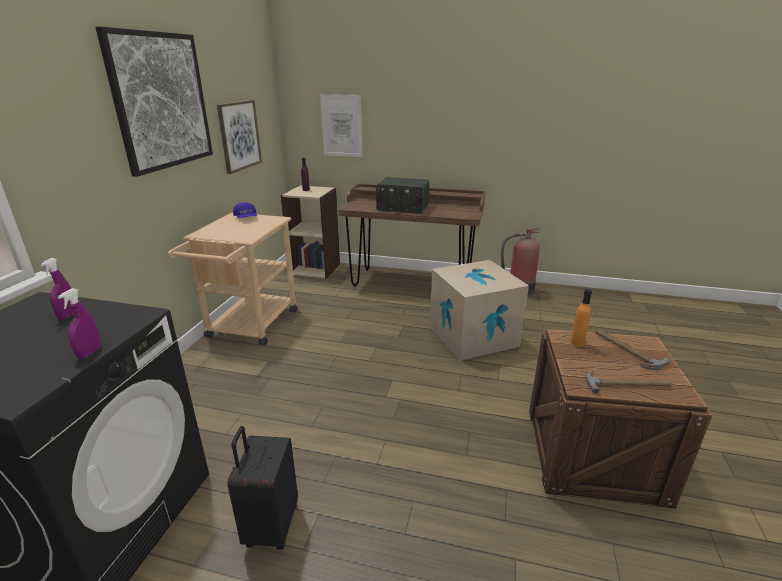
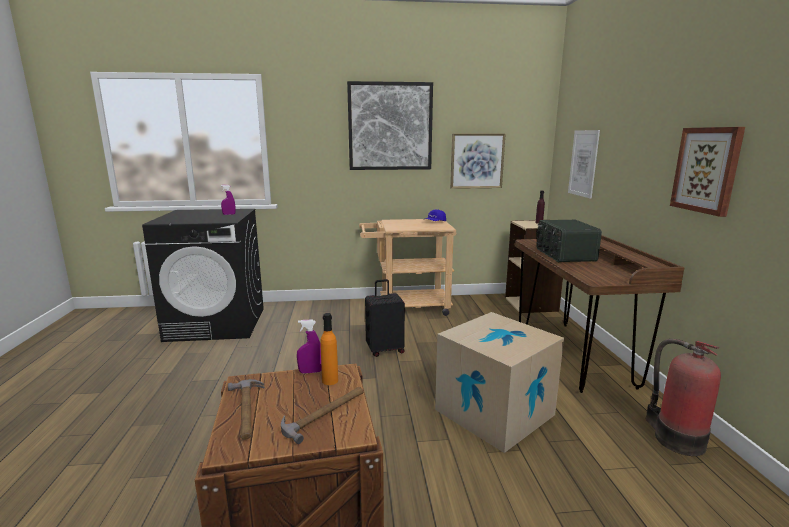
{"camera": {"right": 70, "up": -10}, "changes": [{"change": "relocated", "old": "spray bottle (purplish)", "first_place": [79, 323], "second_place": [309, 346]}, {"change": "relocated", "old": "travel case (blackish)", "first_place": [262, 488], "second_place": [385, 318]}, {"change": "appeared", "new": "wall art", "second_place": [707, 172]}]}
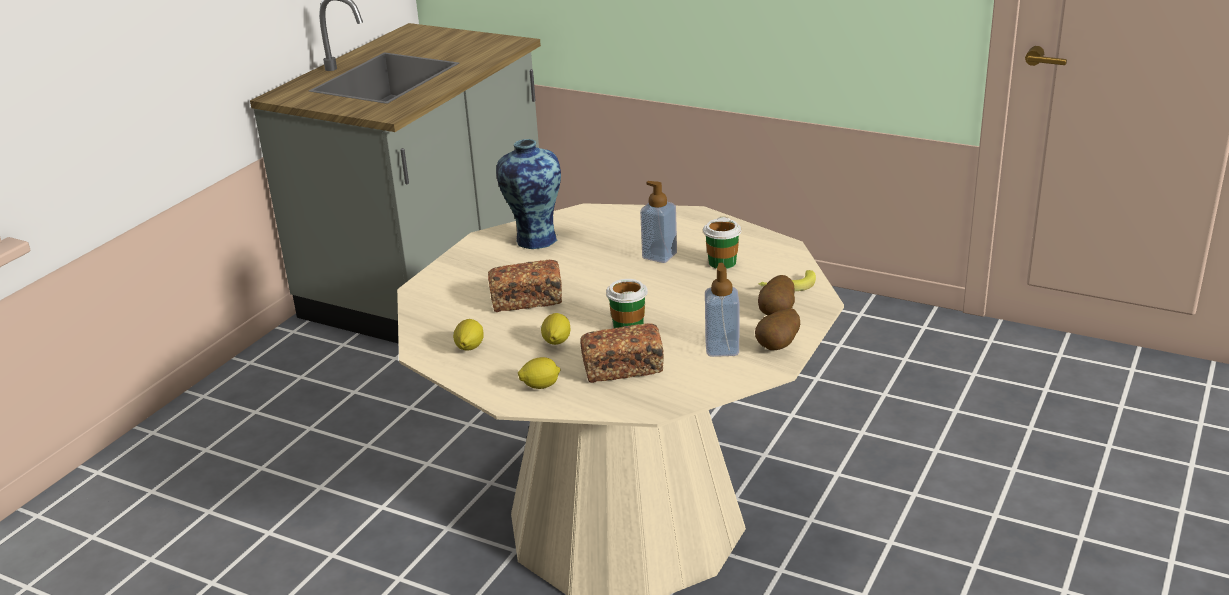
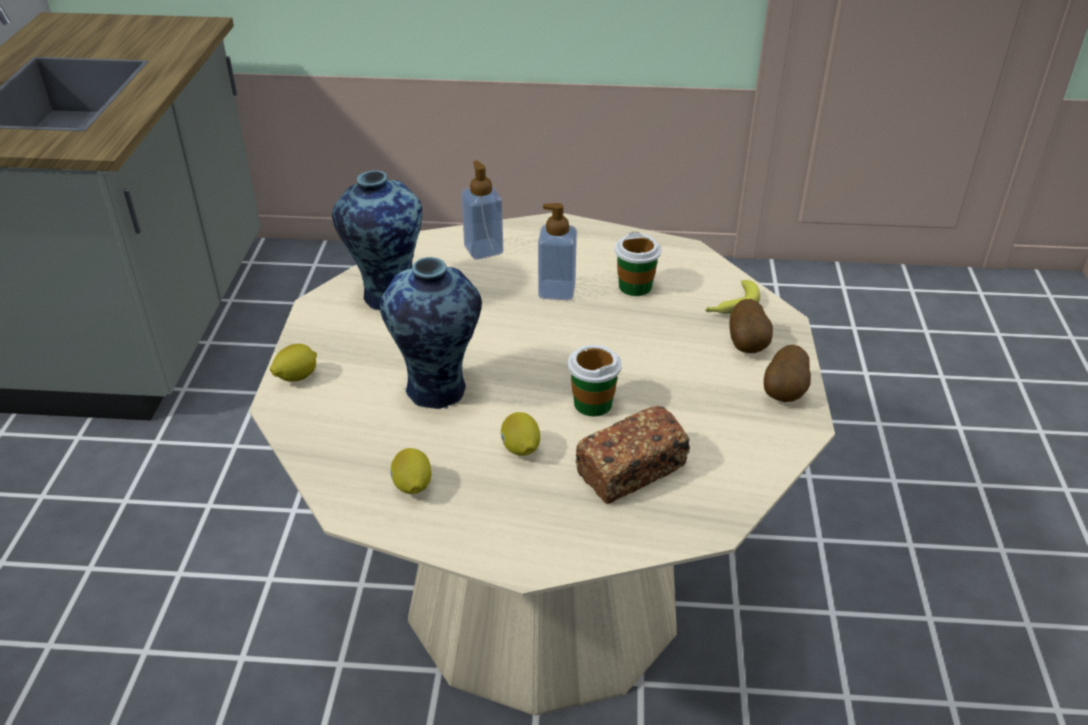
{"camera": {"right": -25, "up": 10}, "changes": [{"change": "exchanged", "old": "bread", "new": "vase", "first_place": [525, 286], "second_place": [431, 333]}, {"change": "relocated", "old": "lemon", "first_place": [539, 373], "second_place": [293, 363]}, {"change": "relocated", "old": "soap bottle", "first_place": [722, 310], "second_place": [482, 210]}]}
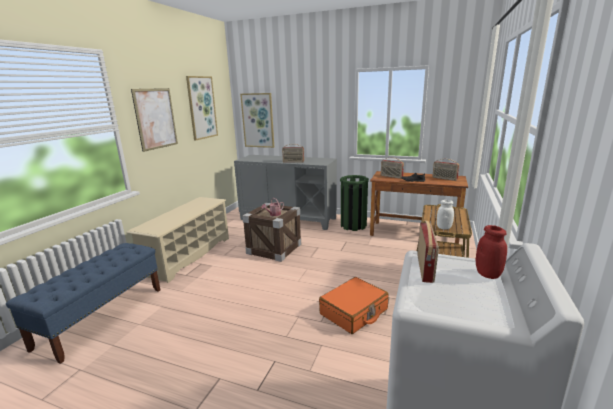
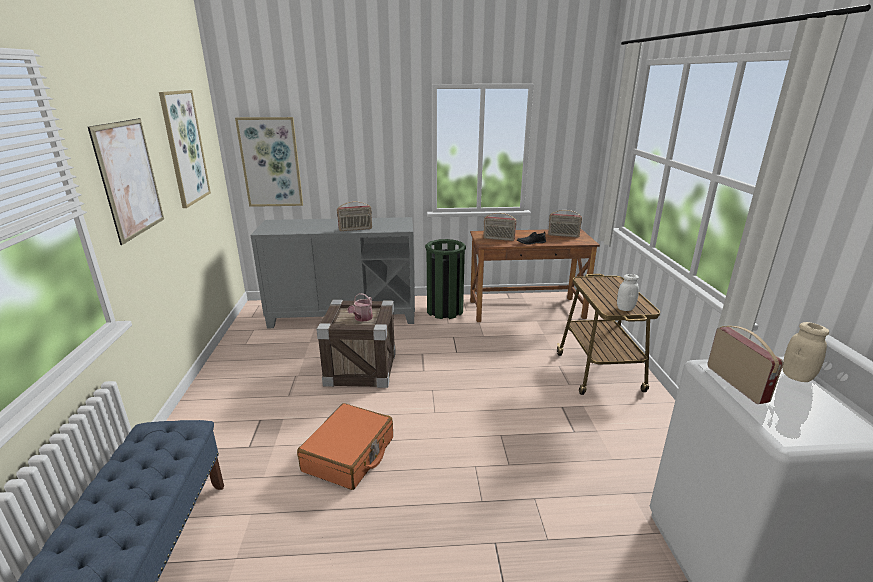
{"camera": {"right": -25, "up": 5}, "changes": [{"change": "missing", "old": "shoe stand (beige)", "first_place": [178, 240]}, {"change": "relocated", "old": "travel case (orange)", "first_place": [354, 305], "second_place": [345, 446]}, {"change": "colour", "old": "jar (red-coloured)", "new": "jar (beige)", "first_place": [491, 252], "second_place": [805, 352]}]}
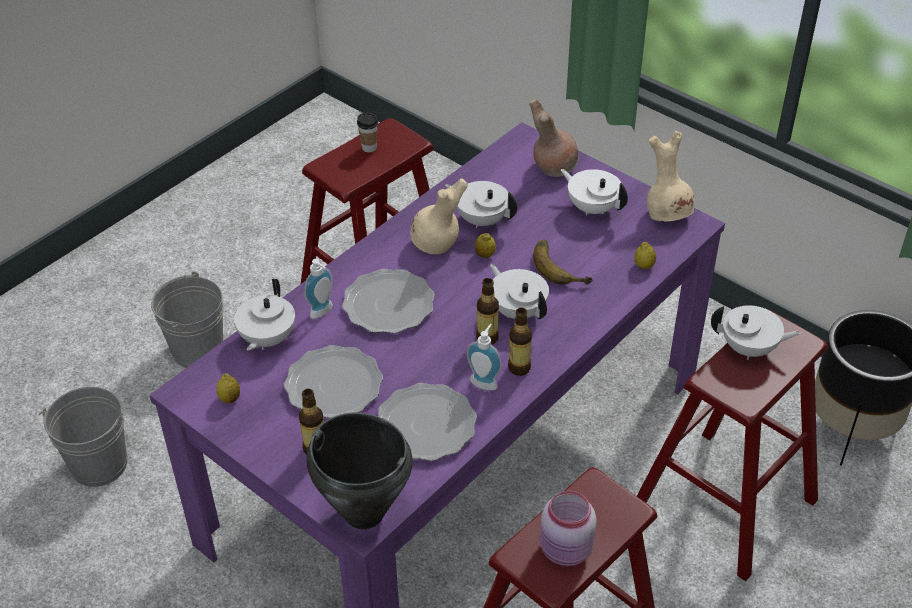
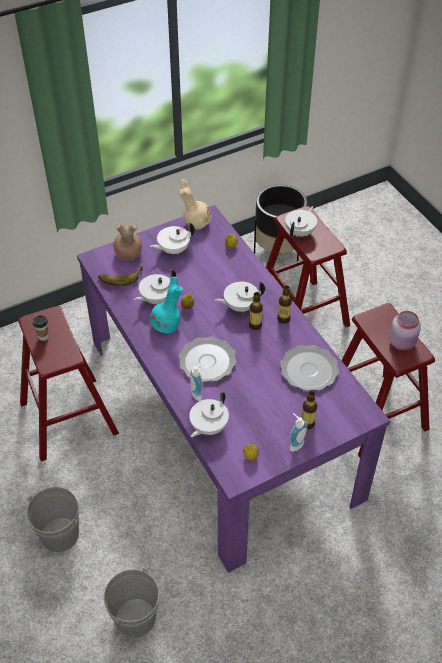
{"camera": {"right": -70, "up": 5}, "changes": [{"change": "spun", "old": "pot for tea (whitish)", "first_place": [264, 314], "second_place": [209, 414], "degrees": 90}, {"change": "missing", "old": "flat dish", "first_place": [333, 381]}, {"change": "missing", "old": "stockpot (blackish)", "first_place": [360, 471]}, {"change": "colour", "old": "vase (beige)", "new": "vase (blue-green)", "first_place": [439, 216], "second_place": [166, 305]}, {"change": "relocated", "old": "soap bottle", "first_place": [484, 357], "second_place": [299, 432]}, {"change": "relocated", "old": "banana", "first_place": [563, 262], "second_place": [120, 276]}]}
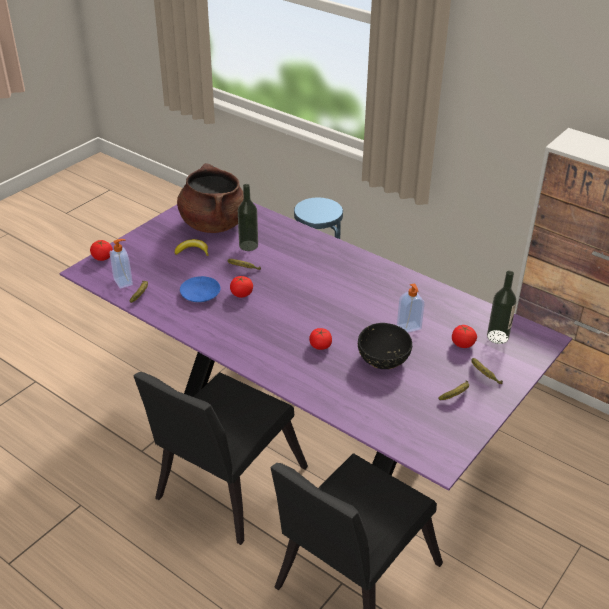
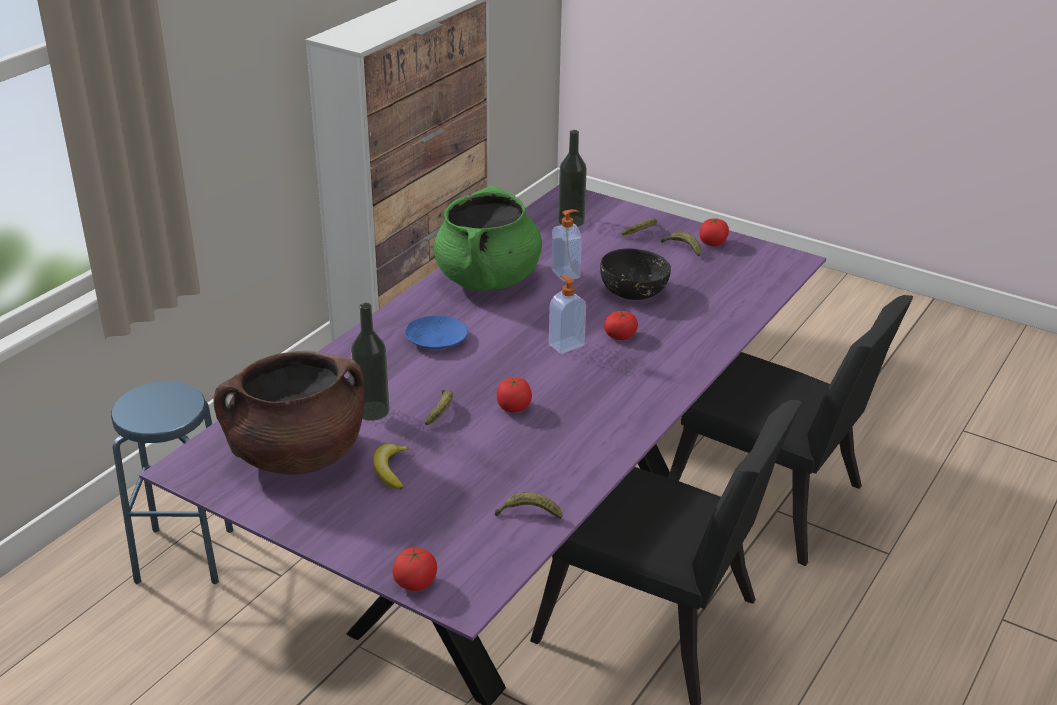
{"camera": {"right": -95, "up": -5}, "changes": [{"change": "relocated", "old": "soap bottle", "first_place": [121, 264], "second_place": [567, 314]}, {"change": "relocated", "old": "flat dish (bluish)", "first_place": [200, 289], "second_place": [436, 332]}, {"change": "relocated", "old": "whole tomato", "first_place": [464, 336], "second_place": [714, 232]}, {"change": "appeared", "new": "stockpot (green-coloured)", "second_place": [488, 238]}]}
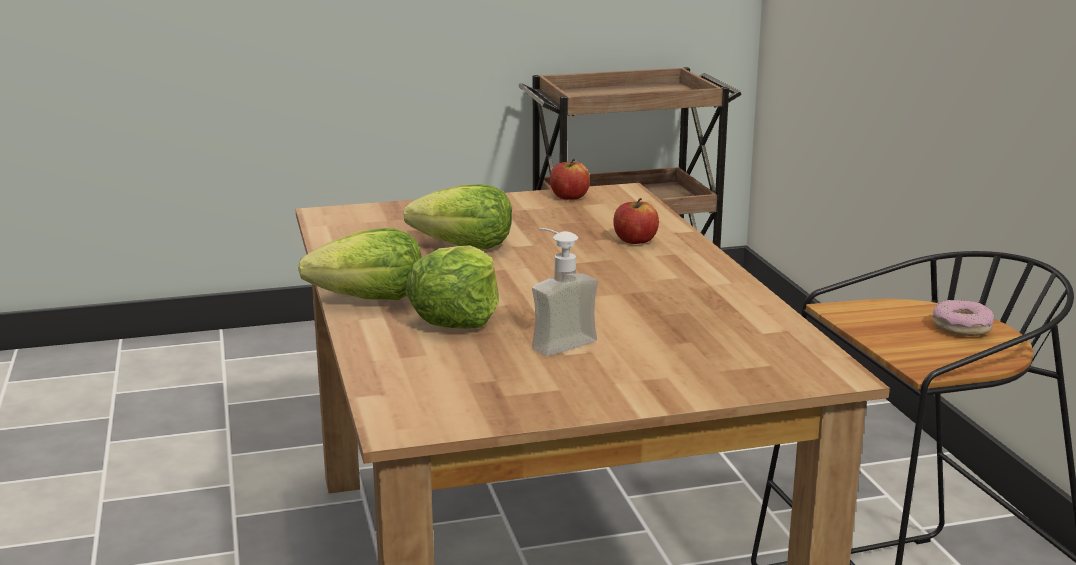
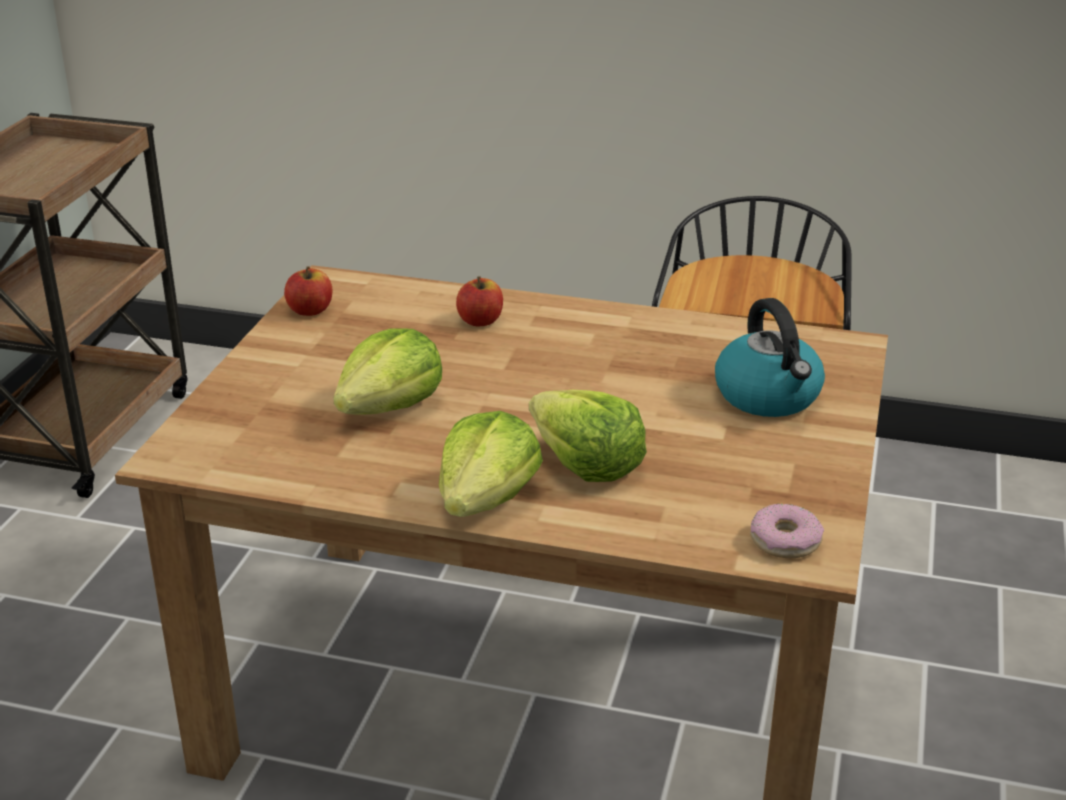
{"camera": {"right": -60, "up": 10}, "changes": [{"change": "missing", "old": "soap bottle", "first_place": [565, 292]}, {"change": "relocated", "old": "doughnut", "first_place": [963, 318], "second_place": [787, 530]}, {"change": "appeared", "new": "kettle", "second_place": [770, 357]}]}
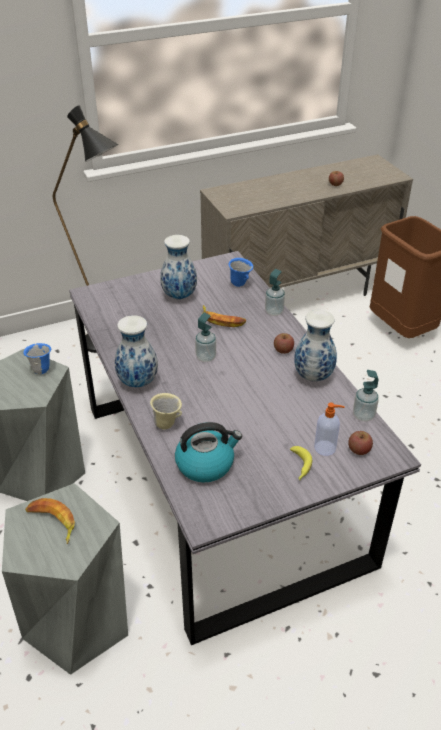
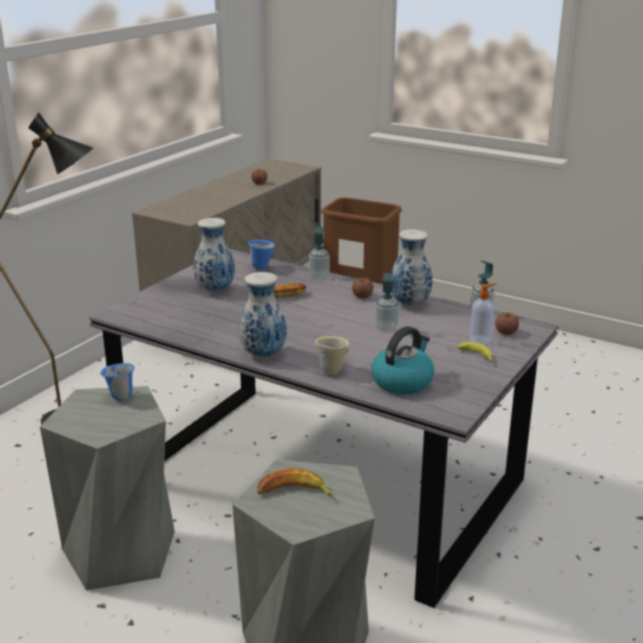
{"camera": {"right": -35, "up": -15}, "changes": [{"change": "relocated", "old": "soap bottle", "first_place": [205, 337], "second_place": [387, 302]}]}
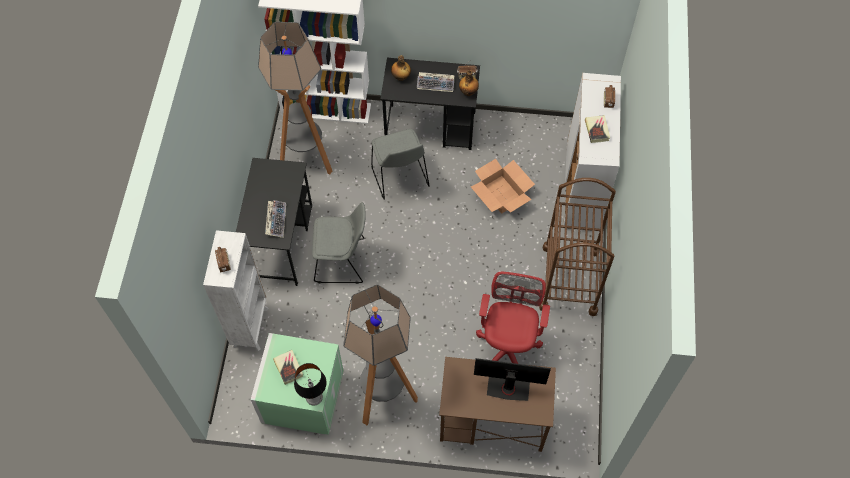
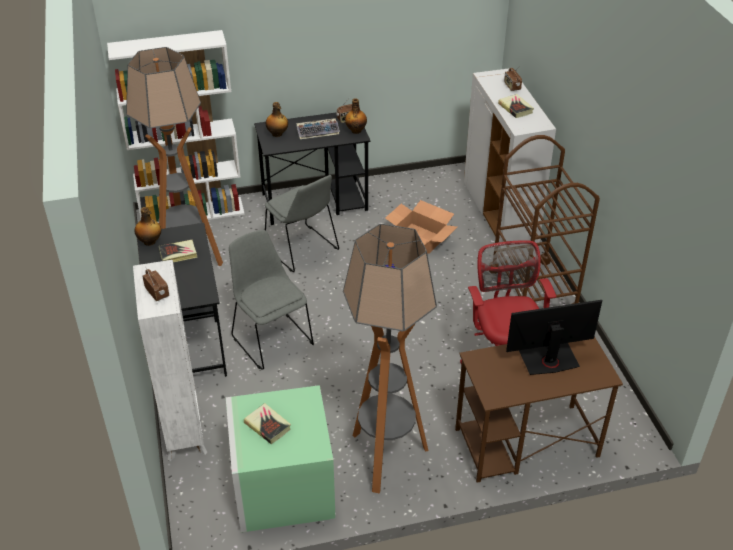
{"camera": {"right": -20, "up": -20}, "changes": [{"change": "missing", "old": "PC keyboard", "first_place": [275, 219]}, {"change": "missing", "old": "table lamp", "first_place": [310, 384]}, {"change": "spun", "old": "plain chair (greyish)", "first_place": [339, 243], "second_place": [271, 300], "degrees": -105}, {"change": "appeared", "new": "drink bottle", "second_place": [147, 226]}, {"change": "appeared", "new": "book", "second_place": [178, 251]}]}
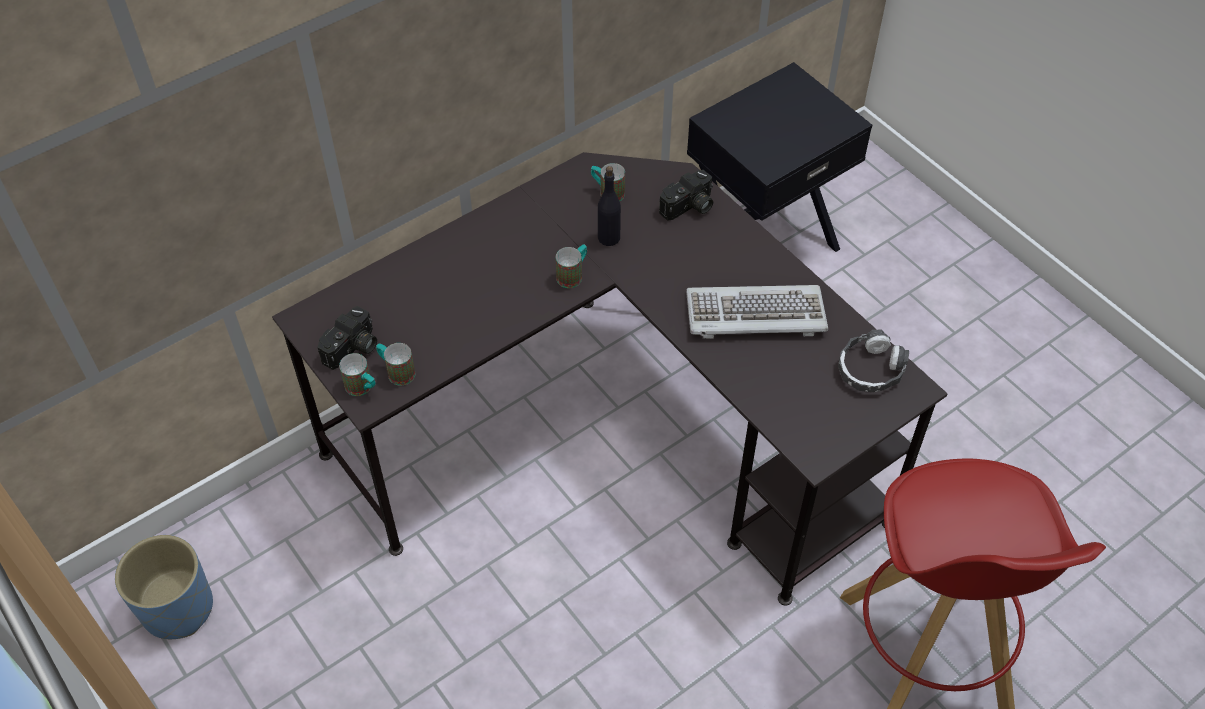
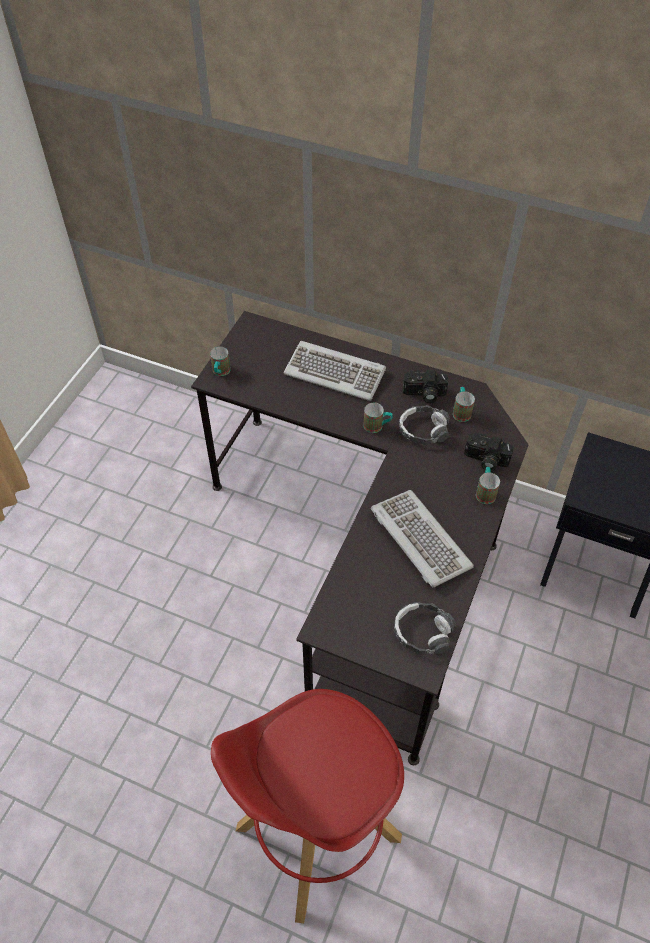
{"camera": {"right": 60, "up": 0}, "changes": [{"change": "missing", "old": "plant pot (bluish)", "first_place": [164, 587]}, {"change": "relocated", "old": "still camera", "first_place": [347, 338], "second_place": [425, 386]}, {"change": "relocated", "old": "tea mug", "first_place": [395, 364], "second_place": [488, 485]}, {"change": "exchanged", "old": "drink bottle (blackish)", "new": "headset", "first_place": [609, 206], "second_place": [424, 425]}, {"change": "appeared", "new": "PC keyboard", "second_place": [335, 371]}]}
